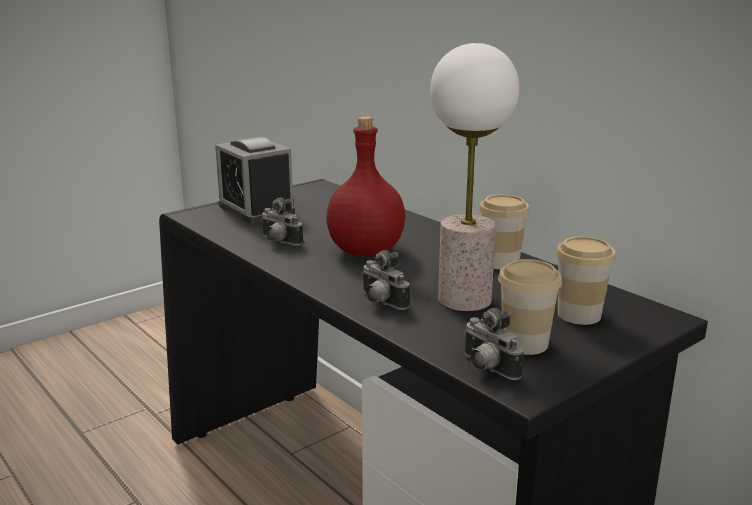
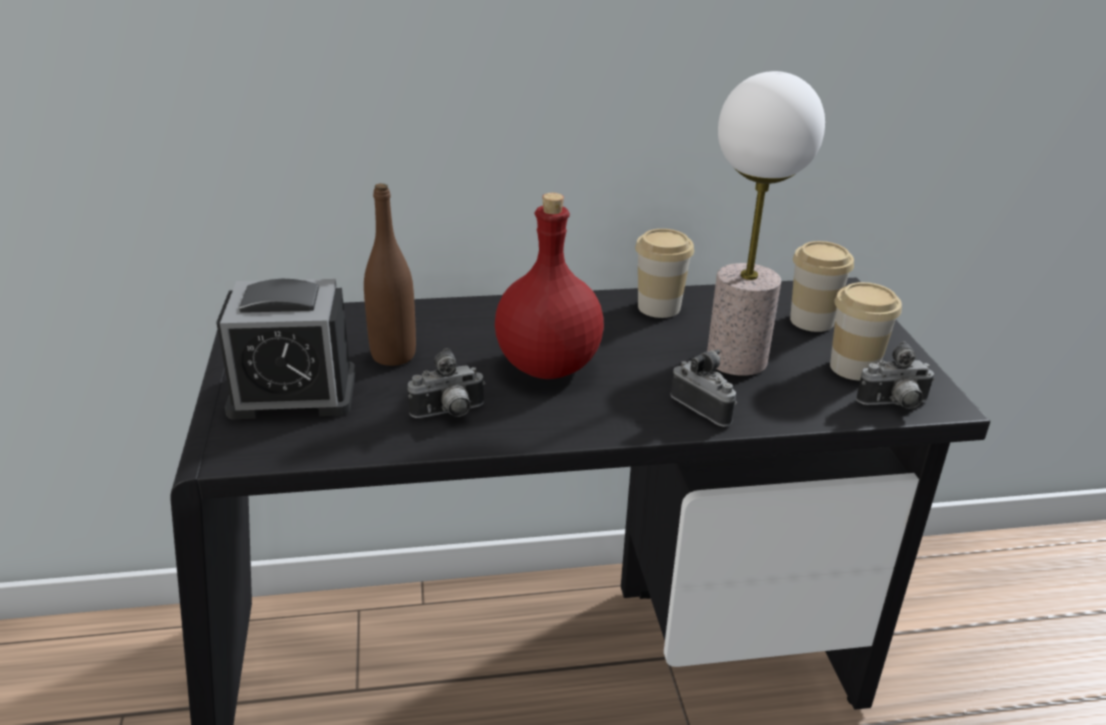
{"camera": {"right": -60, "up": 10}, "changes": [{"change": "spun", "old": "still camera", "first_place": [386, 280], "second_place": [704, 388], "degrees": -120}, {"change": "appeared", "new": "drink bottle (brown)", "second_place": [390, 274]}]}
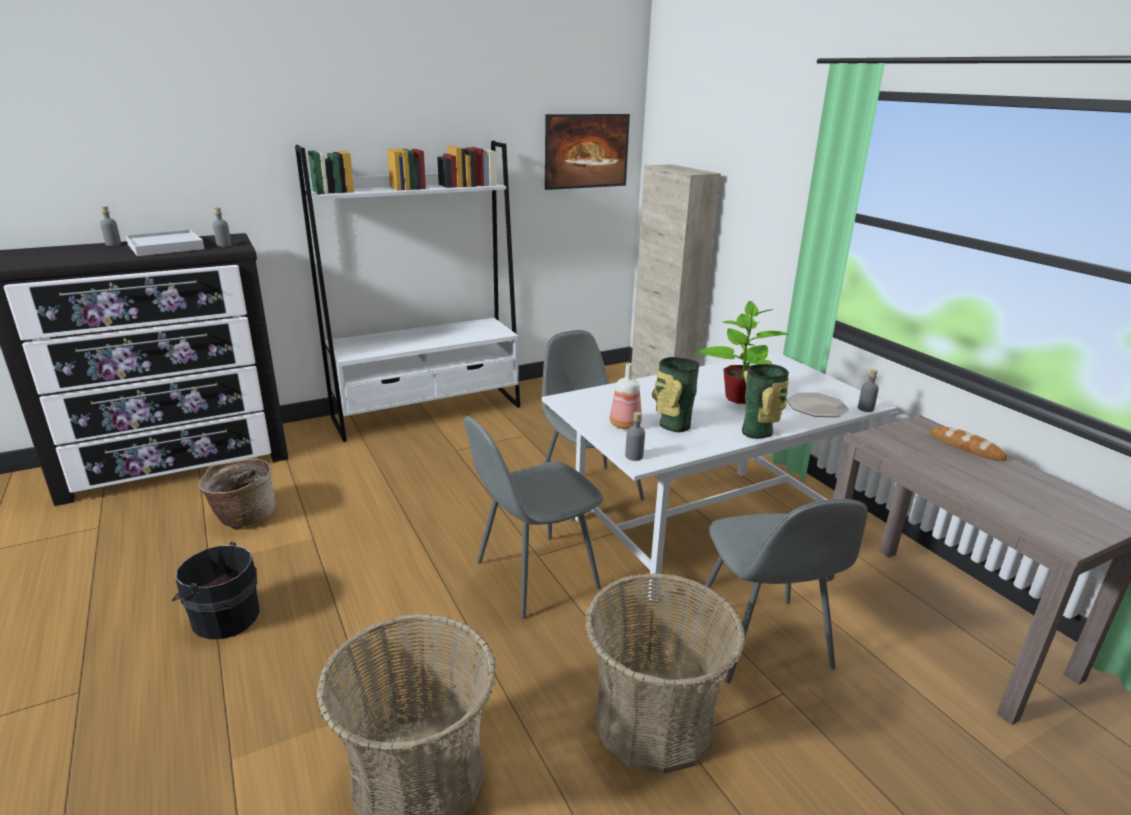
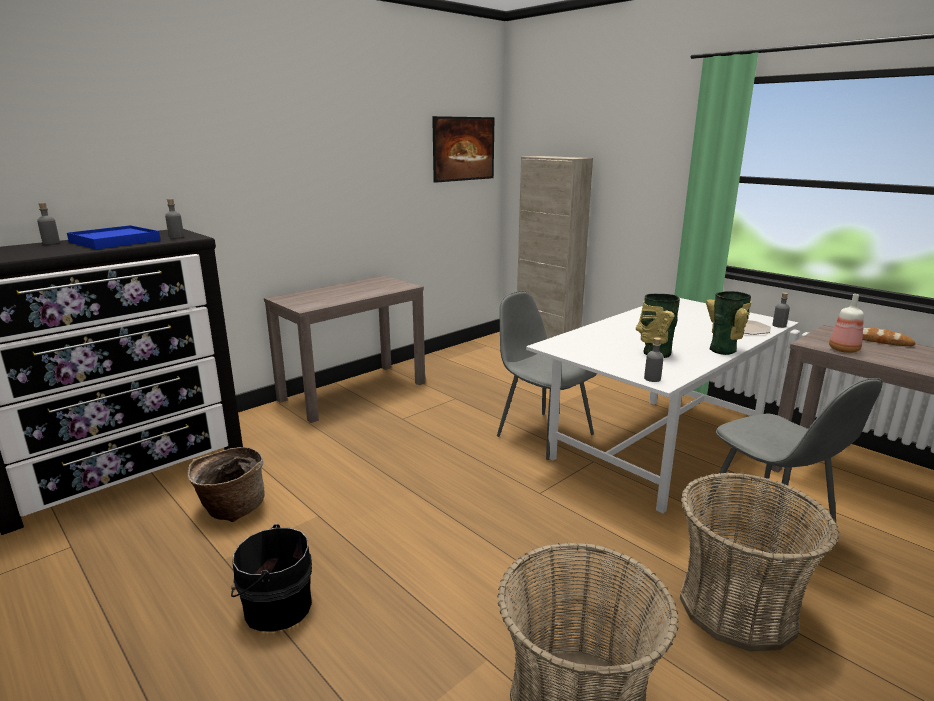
{"camera": {"right": -15, "up": -5}, "changes": [{"change": "colour", "old": "tray (whitish)", "new": "tray (bluish)", "first_place": [165, 243], "second_place": [114, 237]}, {"change": "exchanged", "old": "bookcase (whitish)", "new": "console table (brown)", "first_place": [407, 291], "second_place": [344, 349]}, {"change": "missing", "old": "plain chair (greyish)", "first_place": [533, 517]}, {"change": "relocated", "old": "drink bottle", "first_place": [626, 396], "second_place": [846, 323]}, {"change": "missing", "old": "potted plant", "first_place": [743, 352]}]}
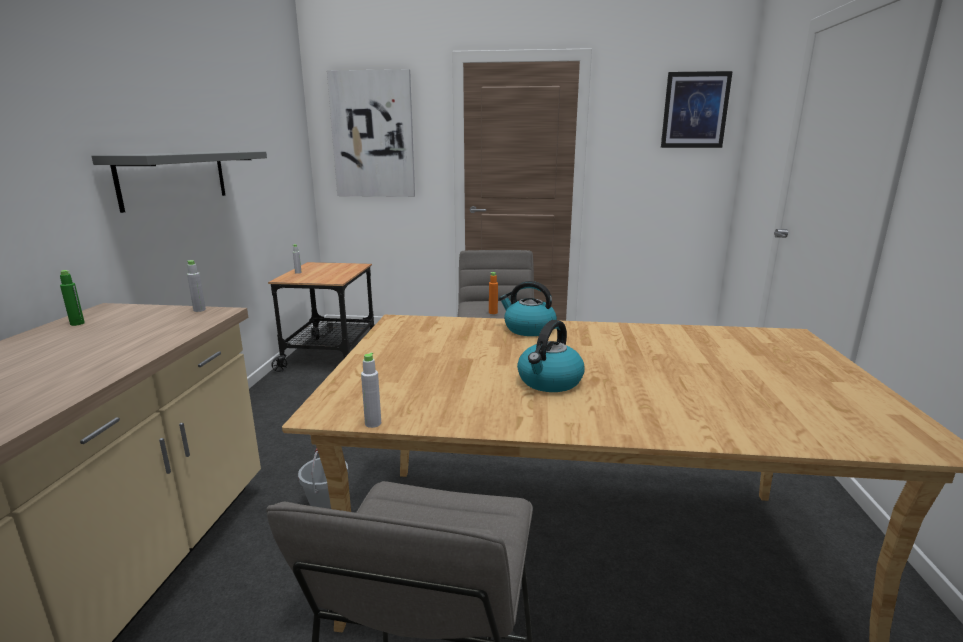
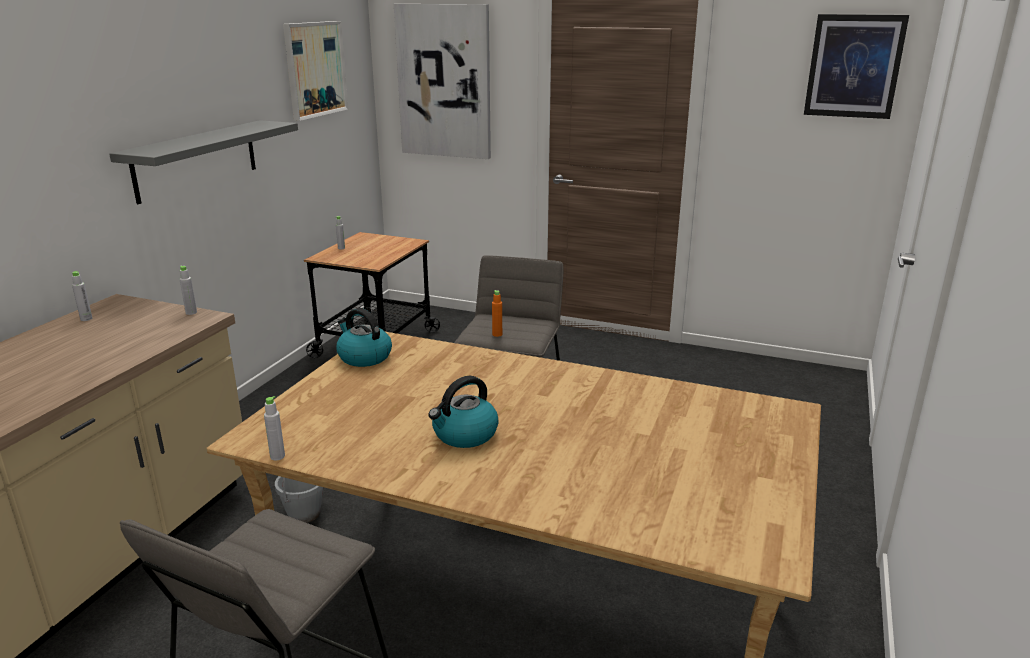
{"camera": {"right": 15, "up": 5}, "changes": [{"change": "colour", "old": "drink bottle (green-coloured)", "new": "drink bottle (greyish)", "first_place": [72, 298], "second_place": [82, 296]}, {"change": "relocated", "old": "kettle", "first_place": [528, 308], "second_place": [364, 337]}, {"change": "appeared", "new": "wall art", "second_place": [315, 71]}]}
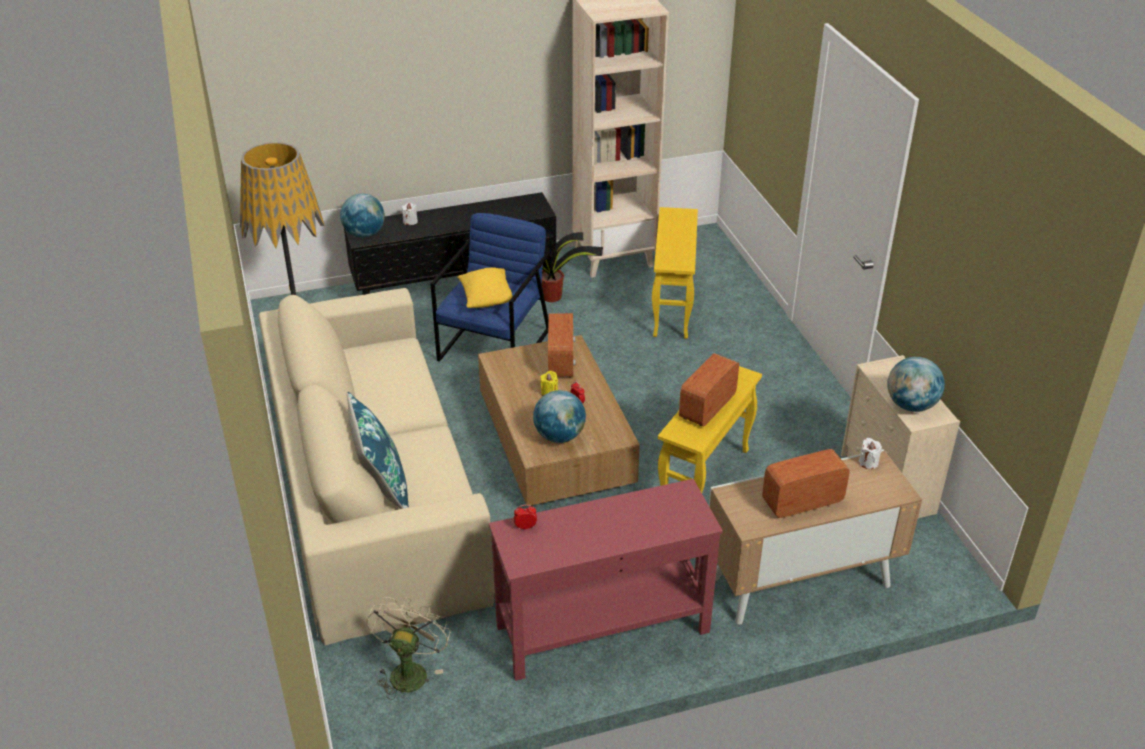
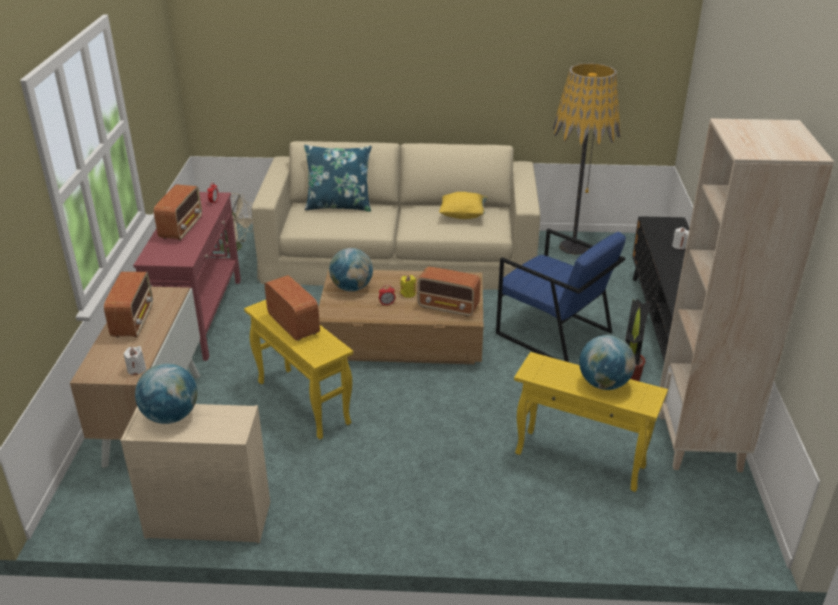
{"camera": {"right": 110, "up": -5}, "changes": [{"change": "relocated", "old": "globe", "first_place": [362, 215], "second_place": [607, 362]}, {"change": "relocated", "old": "throw pillow (yellow-coloured)", "first_place": [485, 287], "second_place": [463, 205]}, {"change": "appeared", "new": "radio receiver", "second_place": [178, 212]}]}
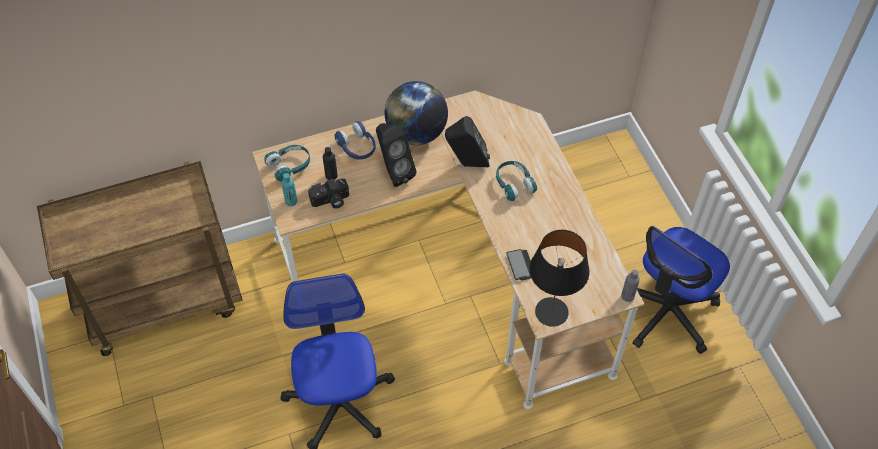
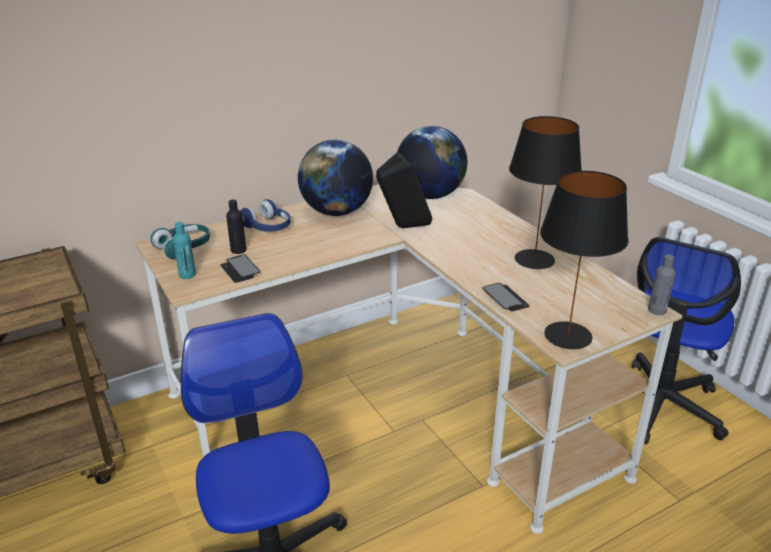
{"camera": {"right": -10, "up": -25}, "changes": [{"change": "exchanged", "old": "still camera", "new": "phone", "first_place": [328, 193], "second_place": [240, 268]}, {"change": "missing", "old": "loudspeaker (blackish)", "first_place": [396, 155]}, {"change": "missing", "old": "headset (blue-green)", "first_place": [516, 181]}, {"change": "appeared", "new": "globe", "second_place": [432, 162]}, {"change": "appeared", "new": "table lamp (blackish)", "second_place": [545, 192]}]}
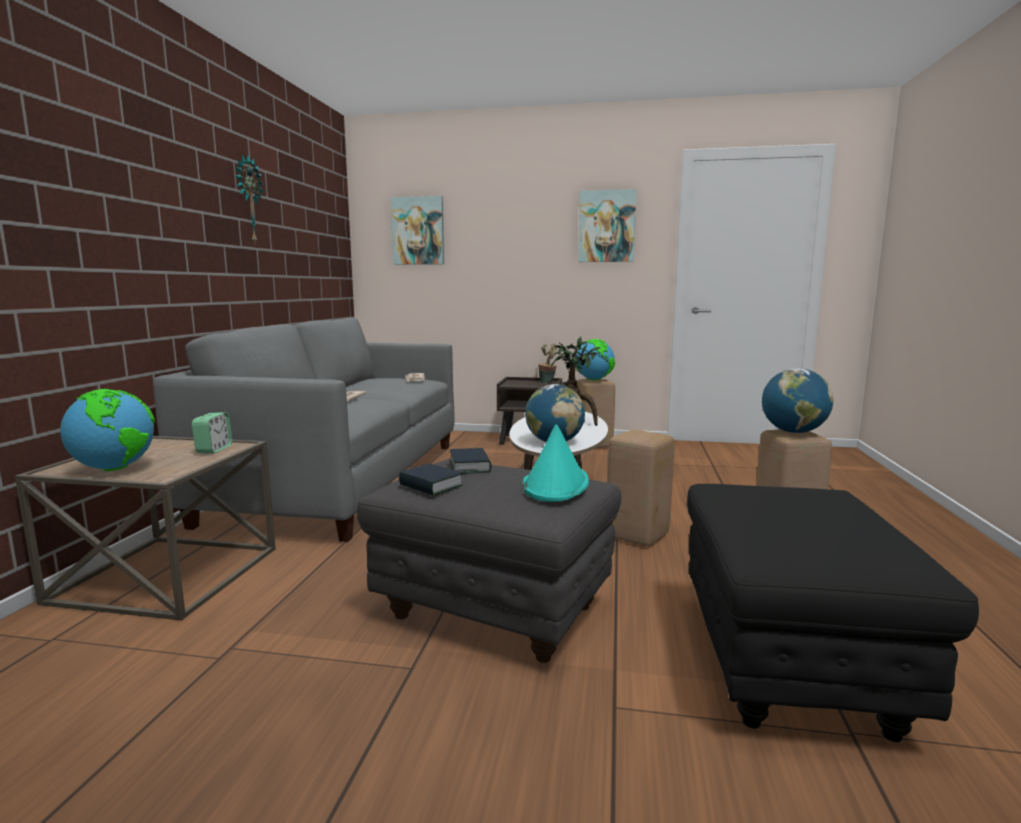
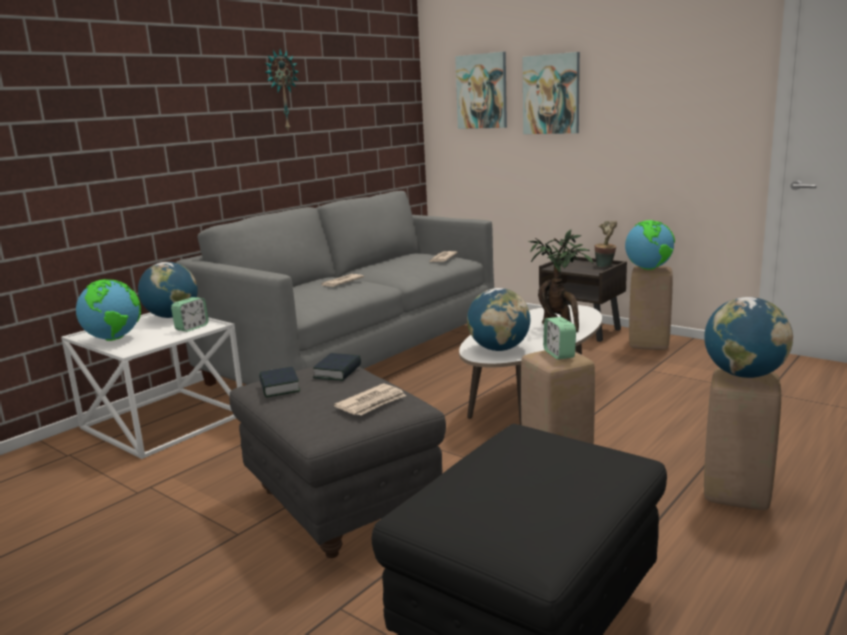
{"camera": {"right": 30, "up": 5}, "changes": [{"change": "colour", "old": "side table (brown)", "new": "side table (whitish)", "first_place": [145, 528], "second_place": [151, 385]}, {"change": "exchanged", "old": "hat (blue-green)", "new": "newspaper", "first_place": [556, 463], "second_place": [370, 399]}, {"change": "relocated", "old": "wall art", "first_place": [607, 225], "second_place": [551, 93]}, {"change": "appeared", "new": "globe", "second_place": [168, 290]}, {"change": "appeared", "new": "bedside clock", "second_place": [559, 338]}]}
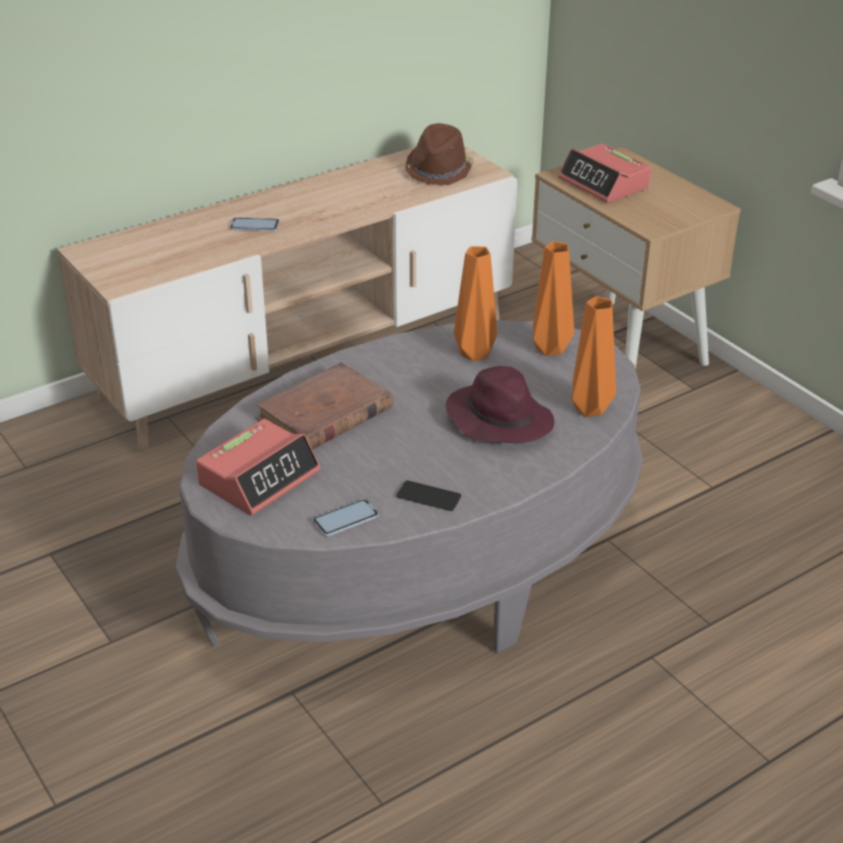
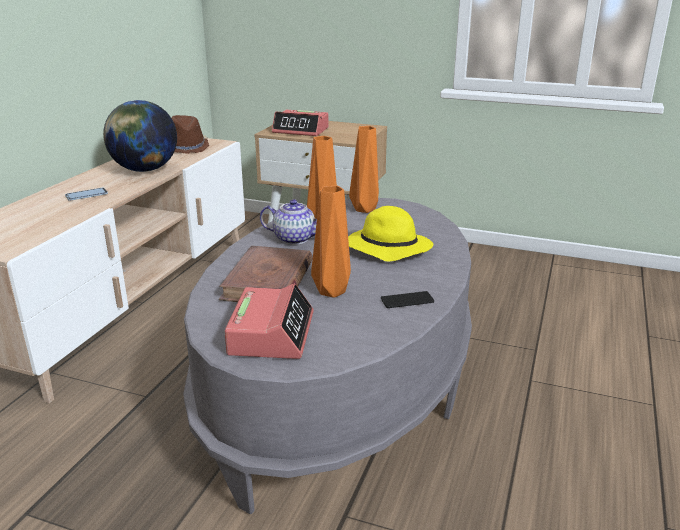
{"camera": {"right": -35, "up": -10}, "changes": [{"change": "missing", "old": "phone", "first_place": [345, 517]}, {"change": "colour", "old": "hat (purplish)", "new": "hat (yellow-coloured)", "first_place": [500, 404], "second_place": [390, 234]}, {"change": "relocated", "old": "vase (orange)", "first_place": [594, 356], "second_place": [331, 241]}, {"change": "appeared", "new": "globe", "second_place": [140, 136]}, {"change": "appeared", "new": "pot for tea", "second_place": [288, 222]}]}
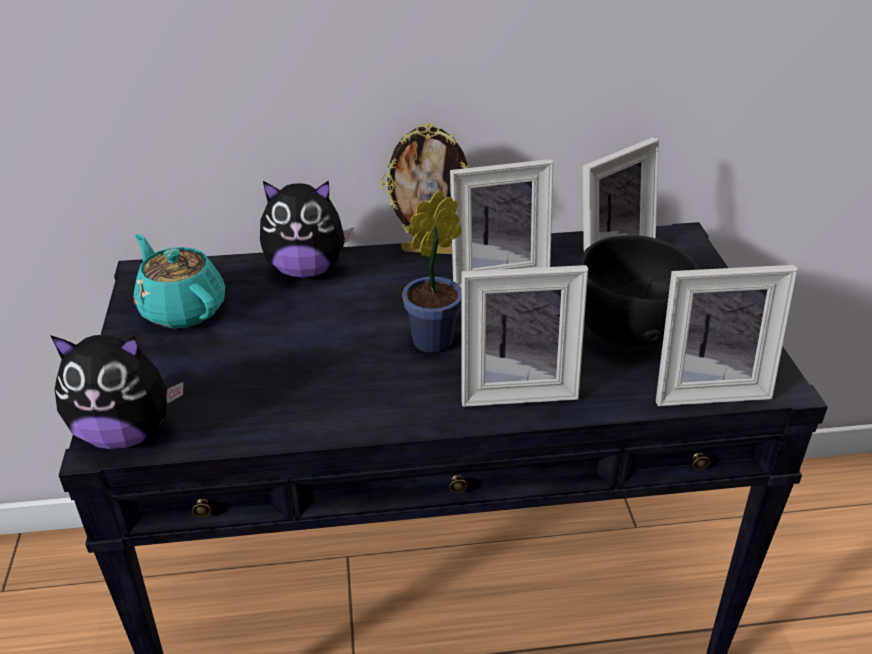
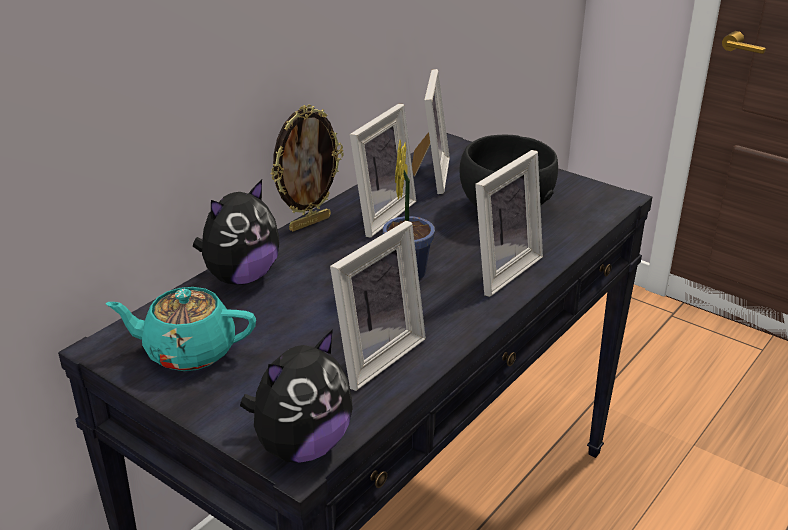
{"camera": {"right": -45, "up": -5}, "changes": [{"change": "relocated", "old": "photo frame", "first_place": [727, 335], "second_place": [378, 306]}]}
